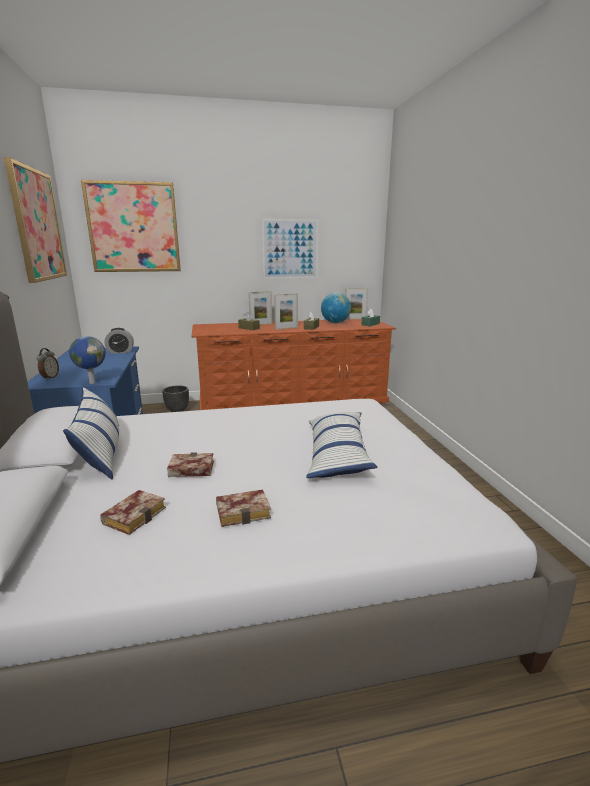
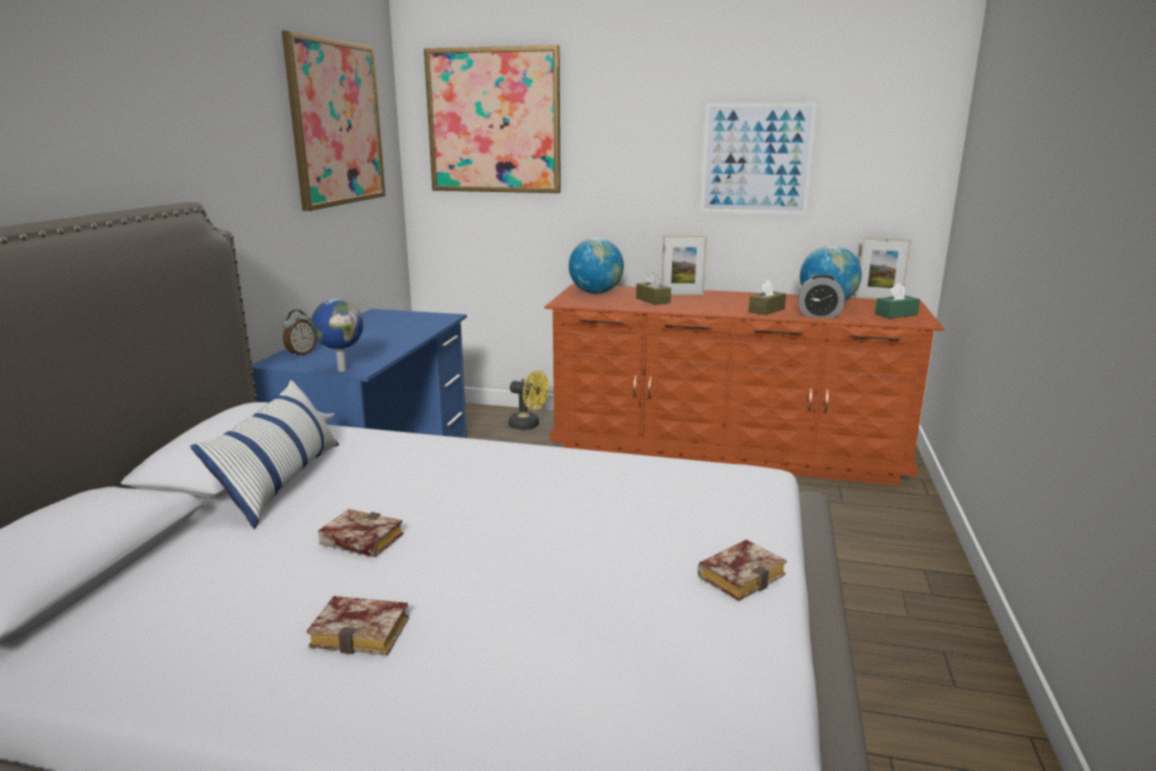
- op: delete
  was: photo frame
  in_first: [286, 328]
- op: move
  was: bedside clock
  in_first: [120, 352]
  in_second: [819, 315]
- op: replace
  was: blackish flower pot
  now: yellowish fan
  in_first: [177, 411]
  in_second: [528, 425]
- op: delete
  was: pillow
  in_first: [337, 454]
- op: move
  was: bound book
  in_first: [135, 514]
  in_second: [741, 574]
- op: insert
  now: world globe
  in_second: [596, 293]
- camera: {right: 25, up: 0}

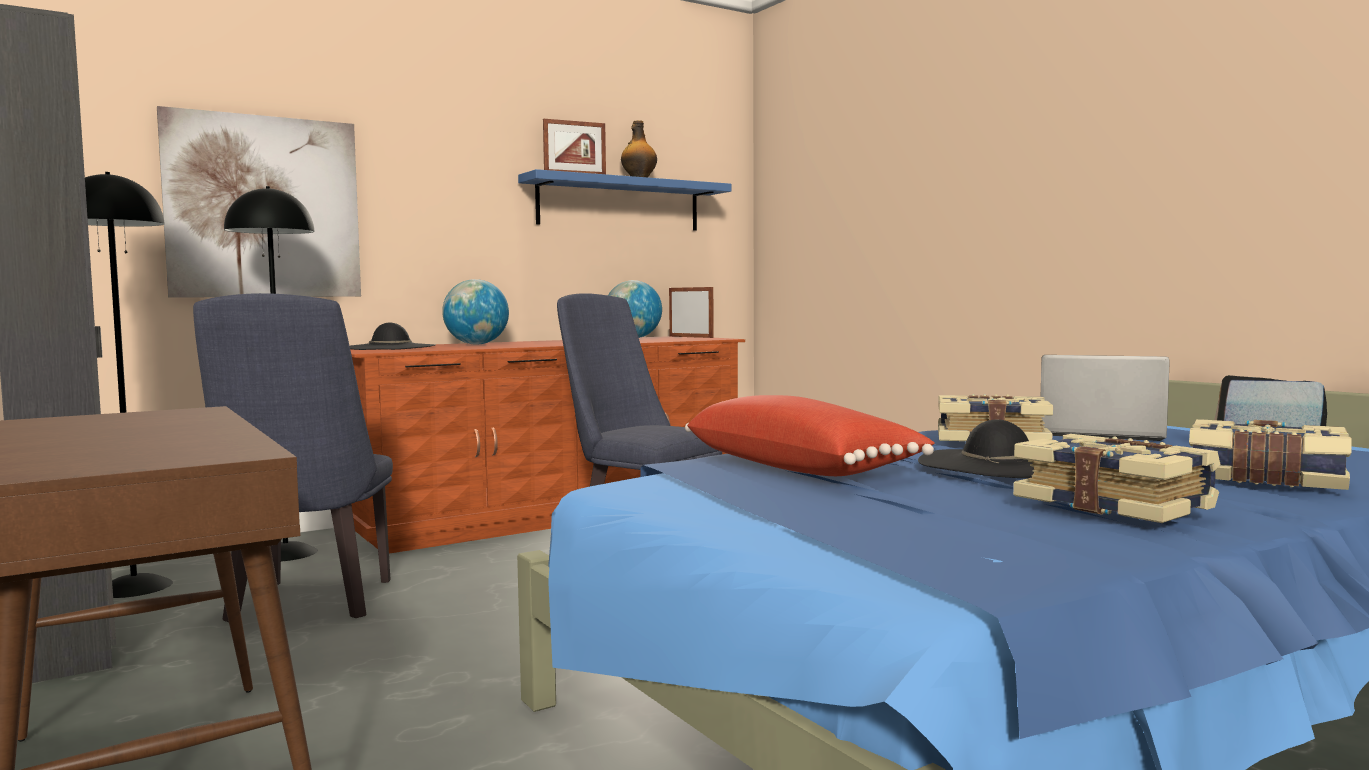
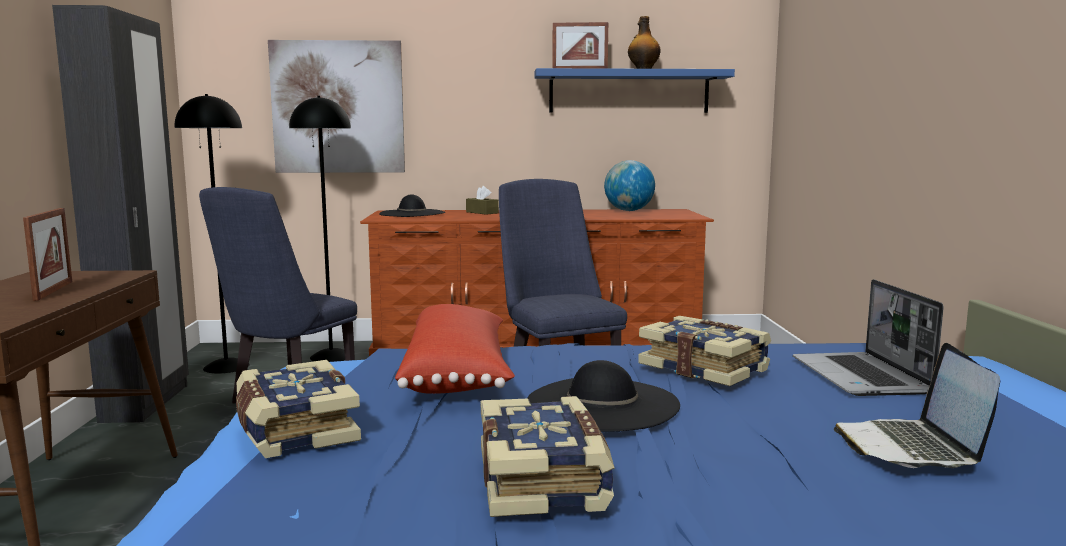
- op: replace
  was: world globe
  now: brownish tissue box
  in_first: [476, 344]
  in_second: [482, 212]
- op: move
  was: photo frame
  in_first: [691, 337]
  in_second: [53, 290]
- op: rotate
  was: portable computer
  in_first: [1099, 433]
  in_second: [862, 377]
  clockwise: -150
- op: move
  was: bound book
  in_first: [1265, 479]
  in_second: [294, 430]
- camera: {right: 30, up: 5}

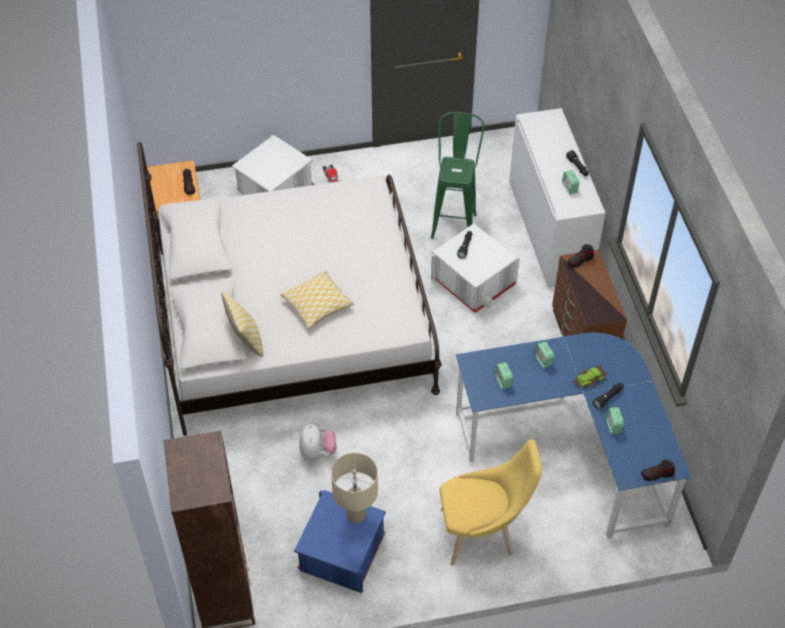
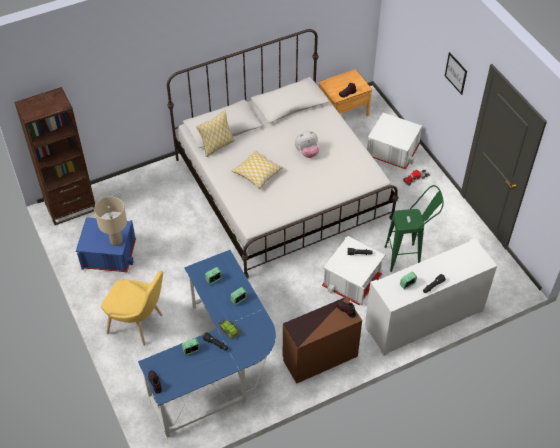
- op: move
  was: cuddly toy
  in_first: [317, 452]
  in_second: [307, 152]
- op: rotate
  was: yellowish chair
  in_first: [482, 533]
  in_second: [139, 325]
  clockwise: -45
- op: insert
  now: wall picture
  in_second: [456, 73]
- camera: {right: 75, up: 0}

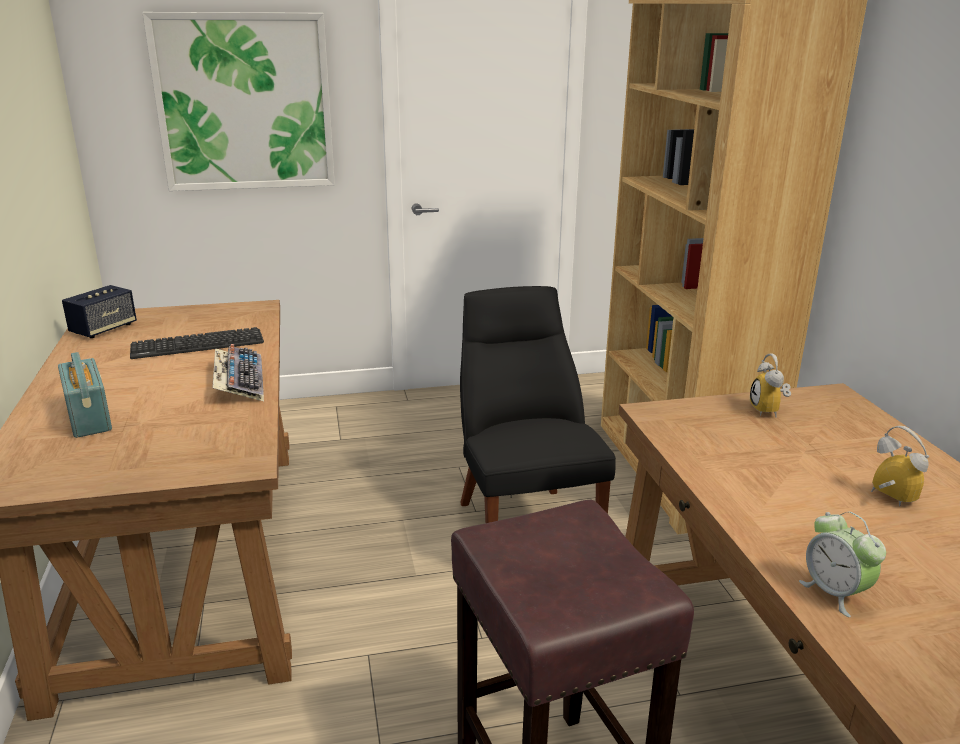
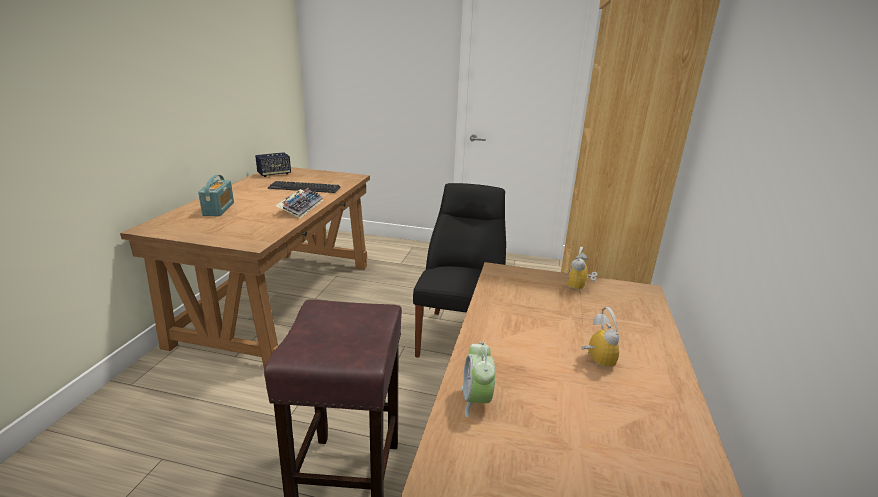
- op: delete
  was: wall picture
  in_first: [244, 103]
- camera: {right: 25, up: 0}

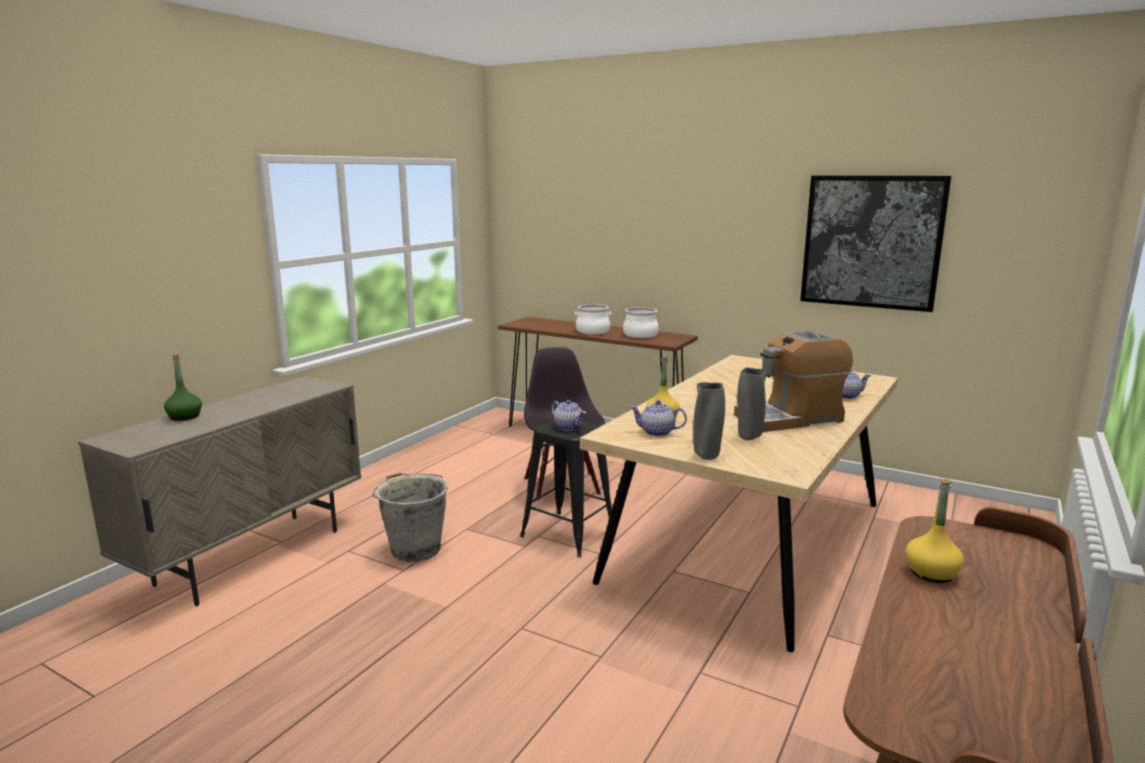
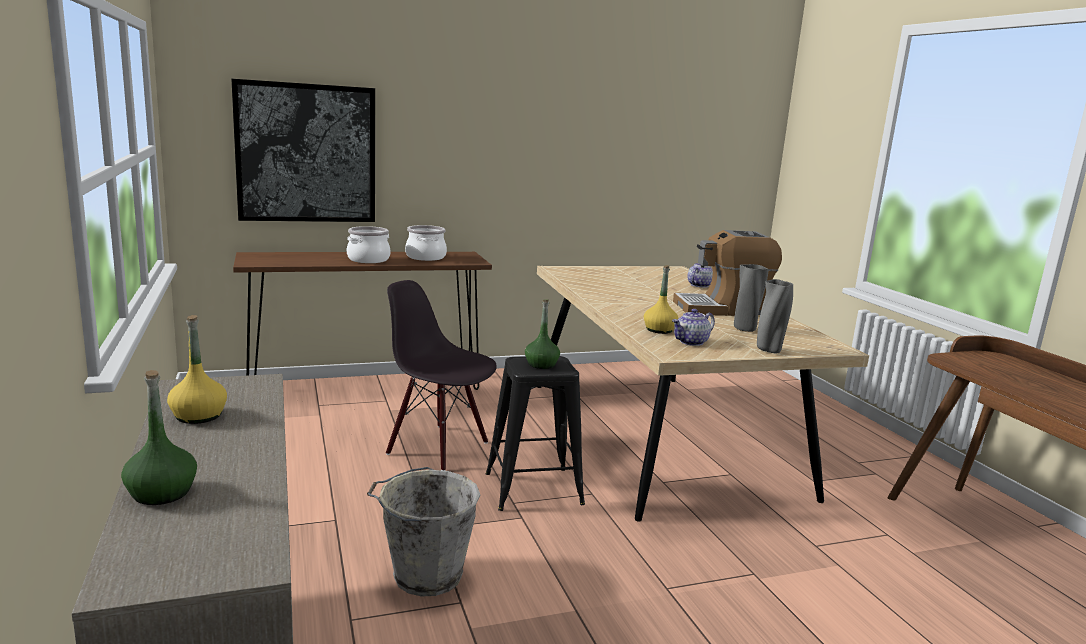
- op: move
  was: wall picture
  in_first: [871, 242]
  in_second: [306, 153]
- op: rotate
  was: coffee machine
  in_first: [790, 418]
  in_second: [723, 309]
  clockwise: 60
- op: replace
  was: tea pot
  now: green-coloured beverage bottle
  in_first: [569, 427]
  in_second: [541, 364]
- op: move
  was: yellowish beverage bottle
  in_first: [931, 573]
  in_second: [198, 416]
- camera: {right: -50, up: 0}

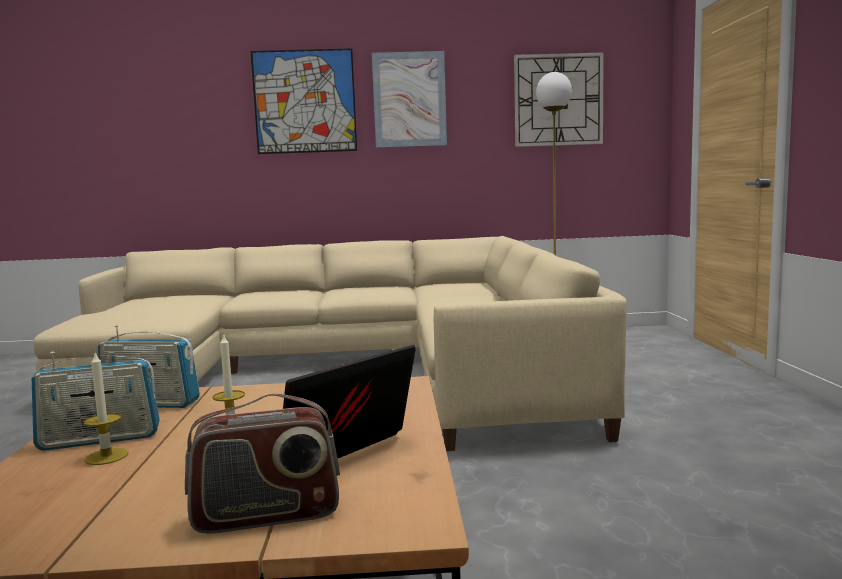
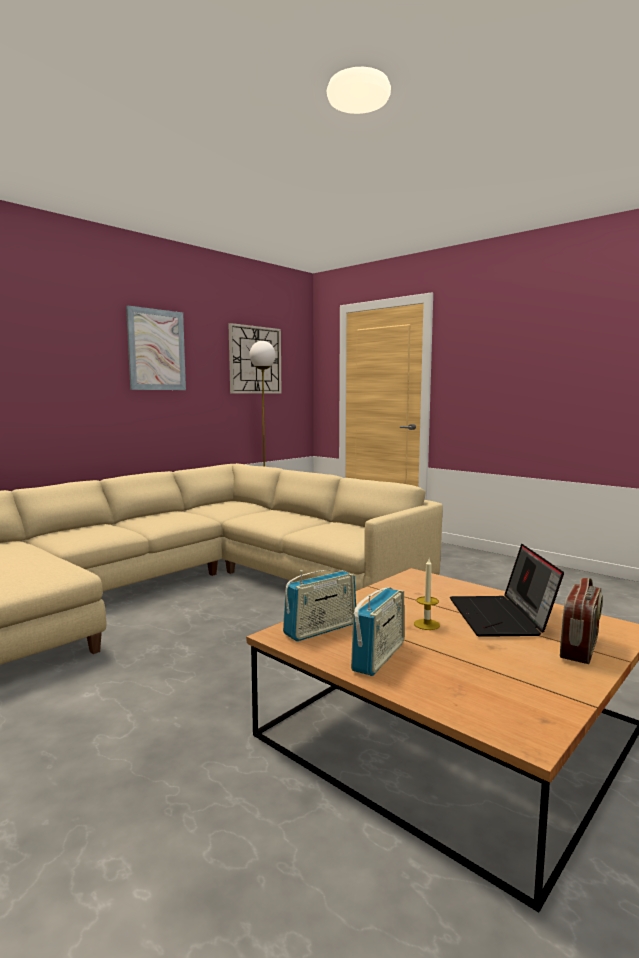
- op: delete
  was: wall picture
  in_first: [304, 101]
- op: delete
  was: candle
  in_first: [106, 456]
- camera: {right: -45, up: 0}

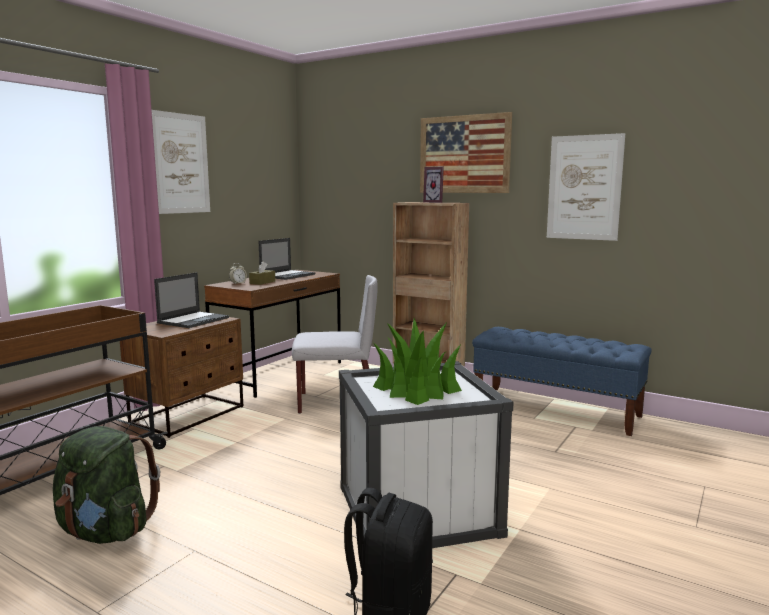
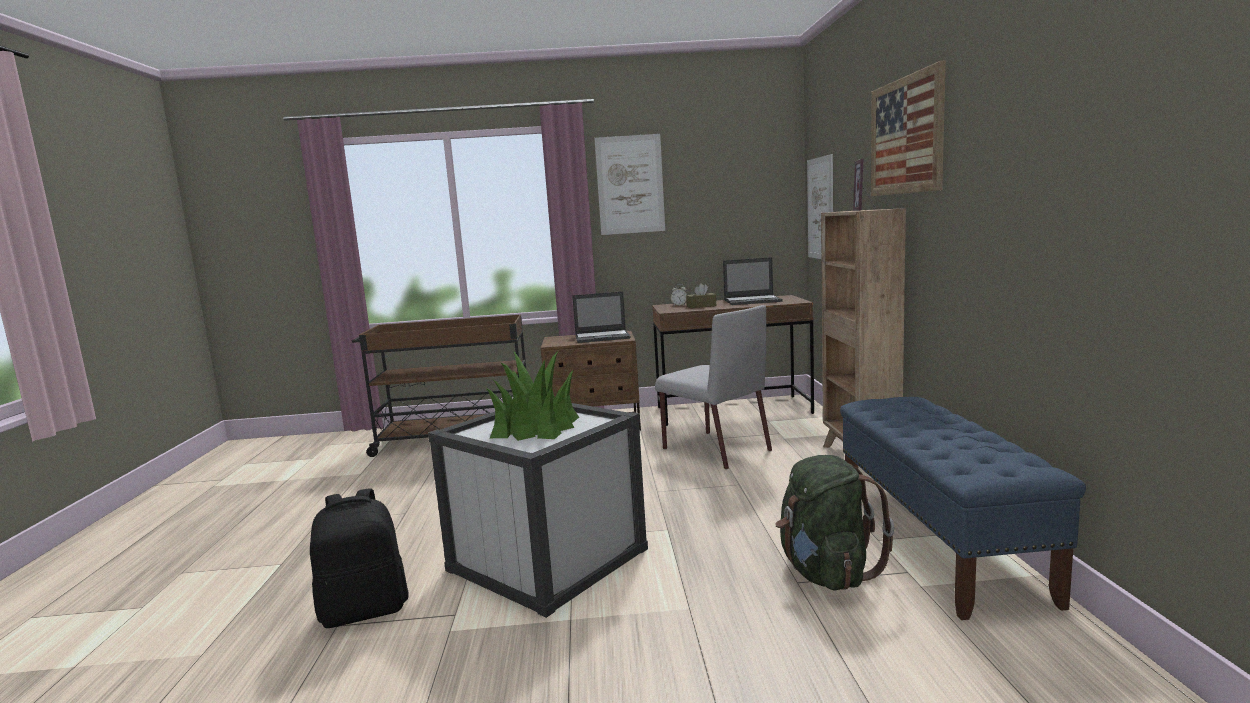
- op: move
  was: wall picture
  in_first: [584, 187]
  in_second: [820, 208]
- op: move
  was: green-coloured knapsack
  in_first: [105, 531]
  in_second: [826, 573]
- camera: {right: 55, up: 0}

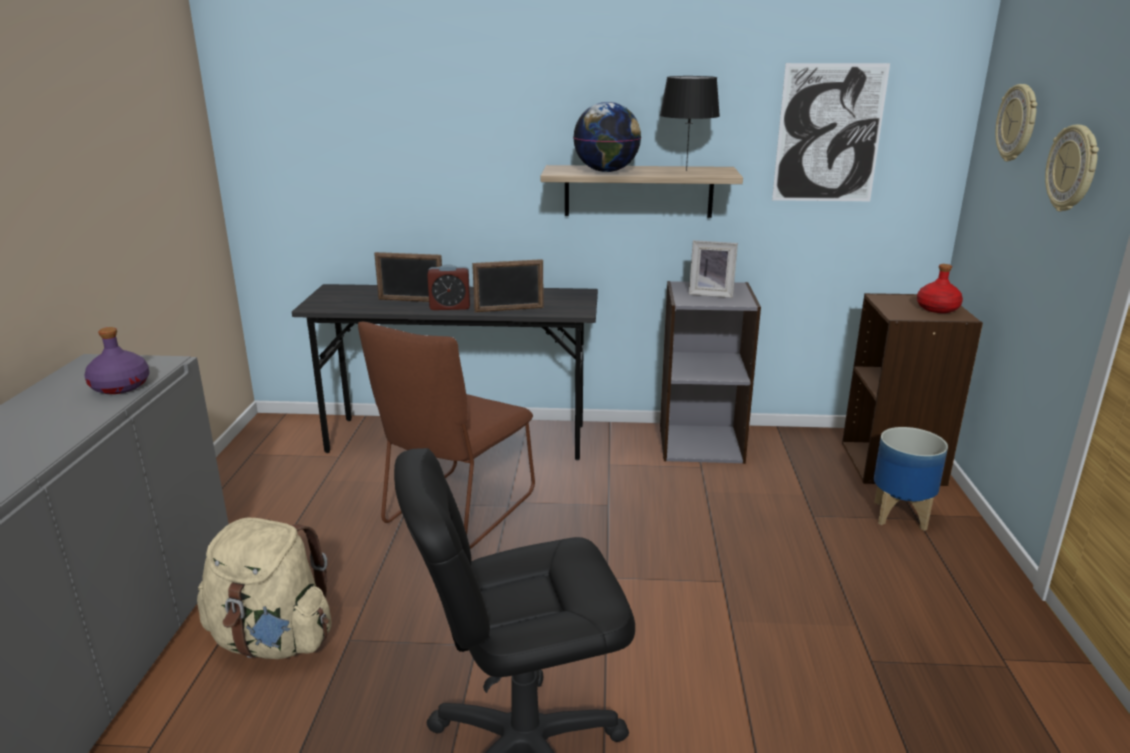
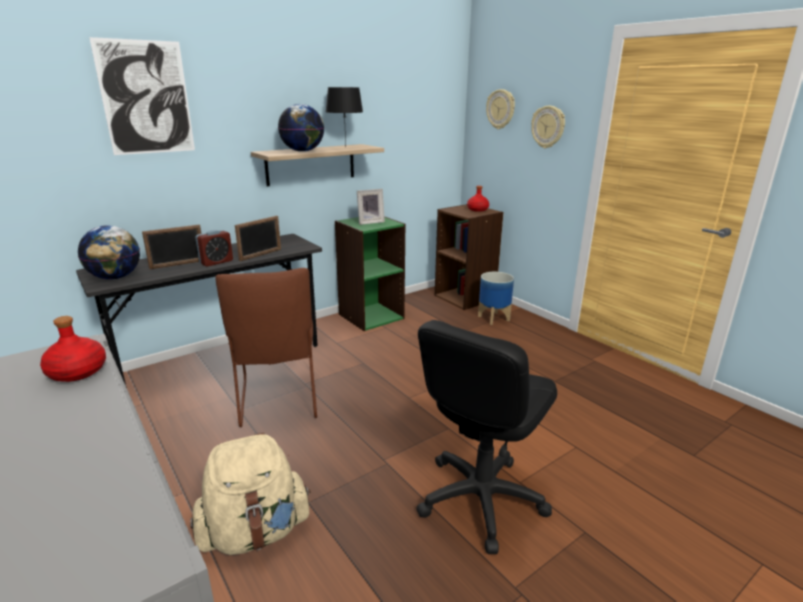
- op: move
  was: wall picture
  in_first: [829, 134]
  in_second: [146, 98]
- op: recolor
  was: gray bookshelf
  now: green-coloured bookshelf
  in_first: [700, 443]
  in_second: [371, 316]
- op: recolor
  was: purplish beverage bottle
  now: reddish beverage bottle
  in_first: [121, 386]
  in_second: [78, 371]
- op: insert
  now: world globe
  in_second: [115, 278]
- camera: {right: -40, up: 0}

